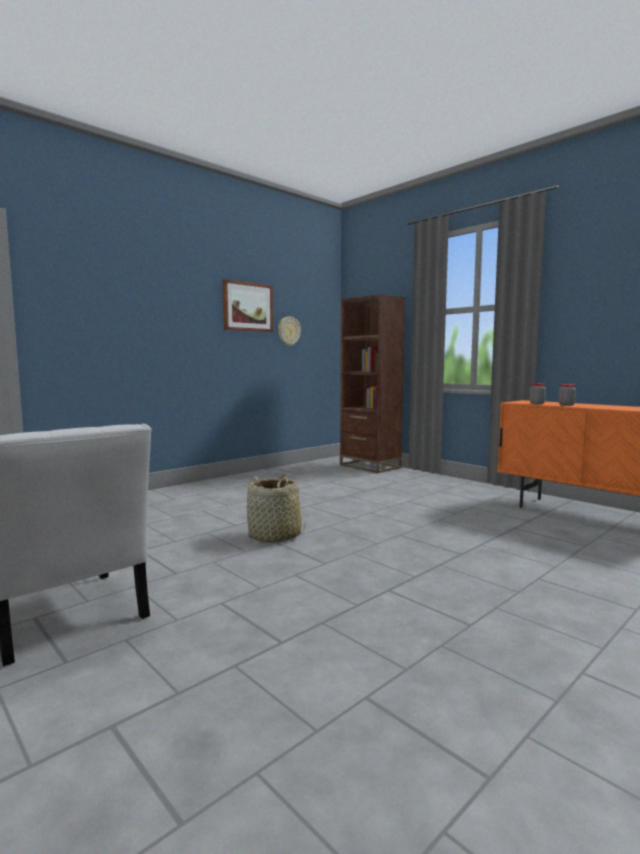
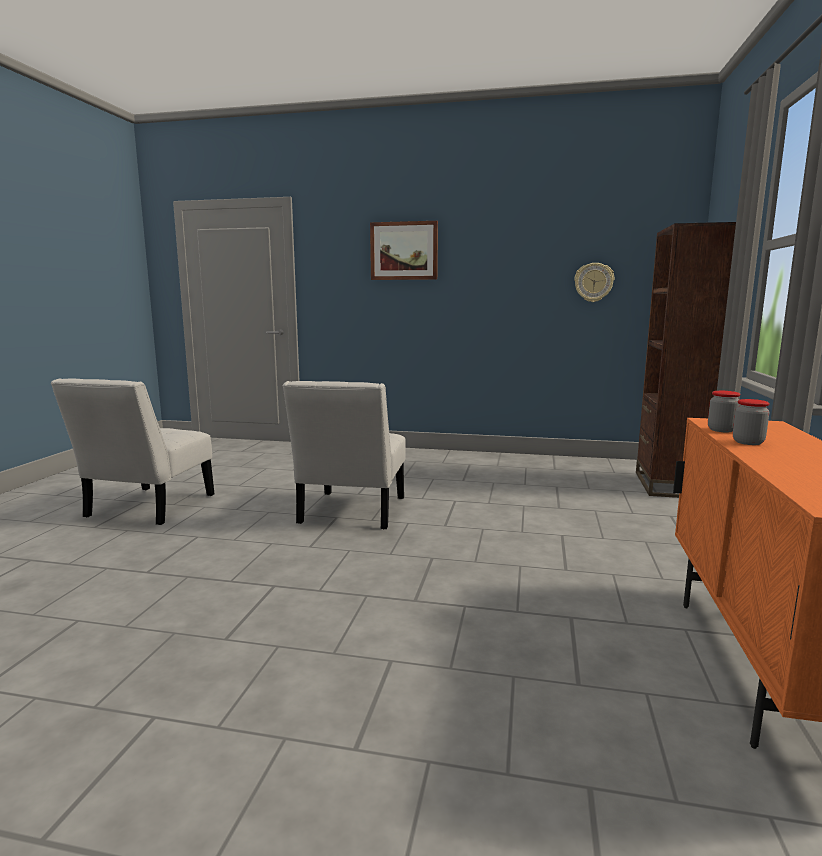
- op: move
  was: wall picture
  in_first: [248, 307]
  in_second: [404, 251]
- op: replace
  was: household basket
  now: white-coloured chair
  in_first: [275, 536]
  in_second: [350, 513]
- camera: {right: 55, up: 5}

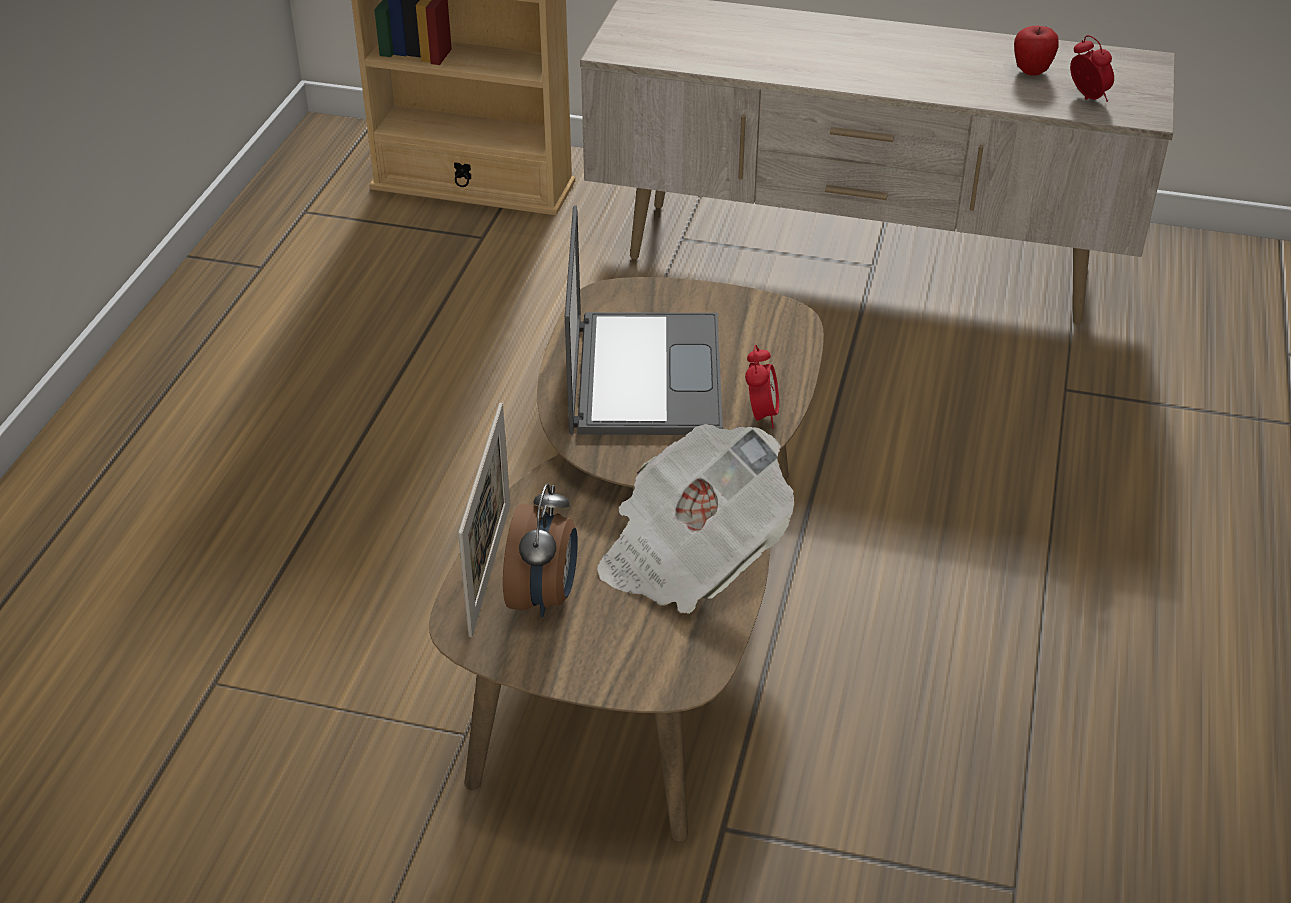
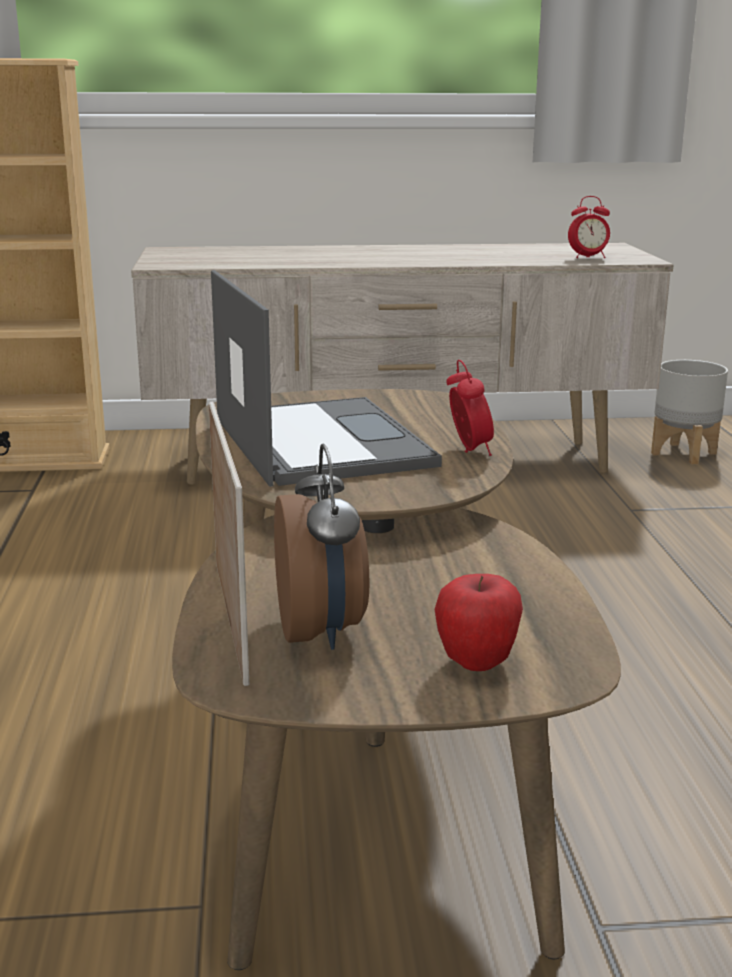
- op: move
  was: whole apple
  in_first: [1031, 71]
  in_second: [476, 663]
- op: rotate
  was: bedside clock
  in_first: [1087, 98]
  in_second: [588, 257]
  clockwise: 135
- op: delete
  was: printed paper
  in_first: [691, 554]
- op: insert
  now: gray flower pot
  in_second: [684, 453]
- camera: {right: -20, up: -20}

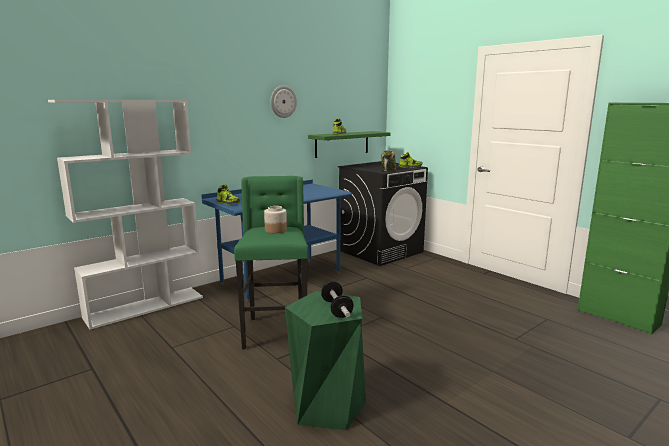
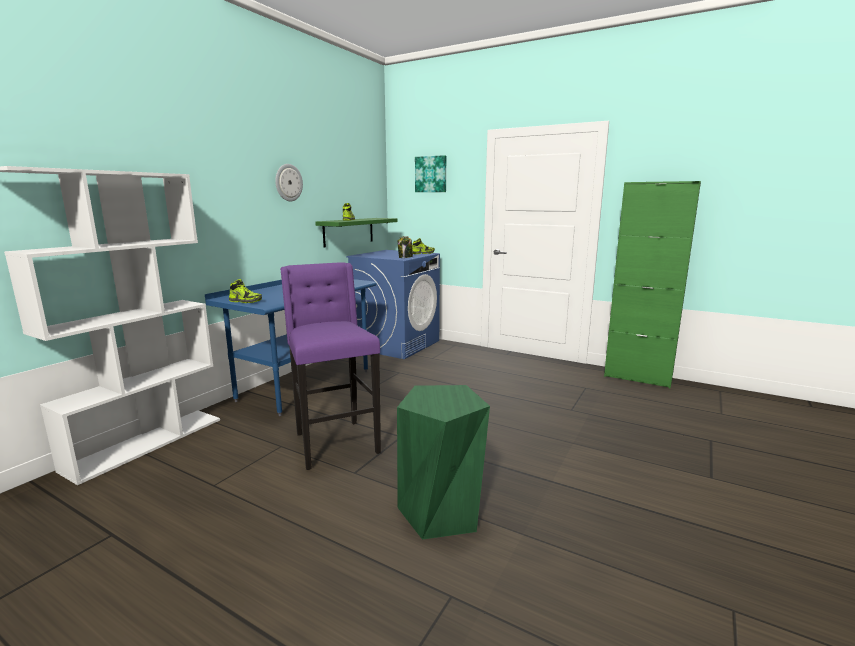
- op: recolor
  was: blackish laundry machine
  now: blue laundry machine
  in_first: [381, 251]
  in_second: [396, 344]
- op: recolor
  was: green-coloured sitting stool
  now: purplish sitting stool
  in_first: [276, 331]
  in_second: [334, 443]
- op: delete
  was: preserve jar
  in_first: [275, 230]
- op: delete
  was: dumbbell
  in_first: [336, 309]
- op: insert
  now: wall picture
  in_second: [431, 174]
- camera: {right: -20, up: 0}

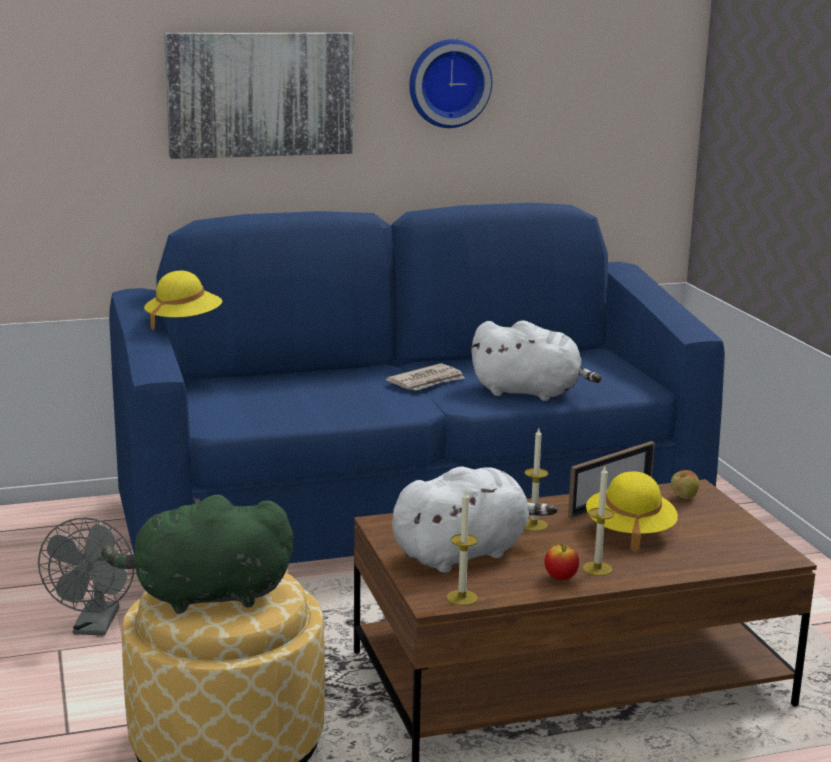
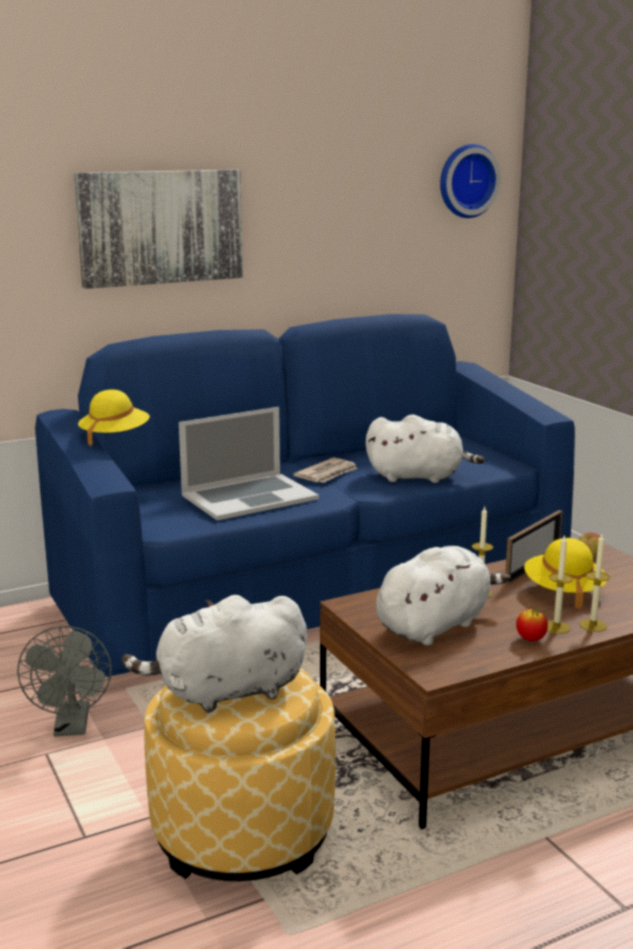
- op: move
  was: hanging clock
  in_first: [448, 83]
  in_second: [466, 181]
- op: move
  was: candle
  in_first: [462, 598]
  in_second: [593, 625]
- op: recolor
  was: green-coloured cuddly toy
  now: white-coloured cuddly toy
  in_first: [205, 596]
  in_second: [225, 693]
- op: insert
  now: portable computer
  in_second: [249, 497]
- camera: {right: -10, up: 0}

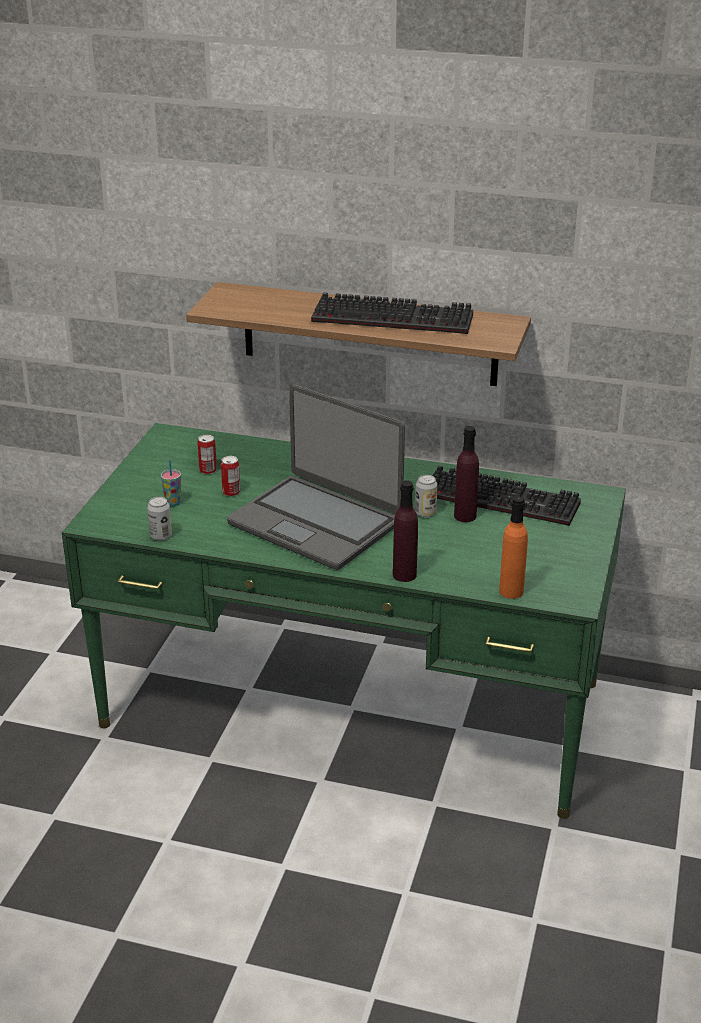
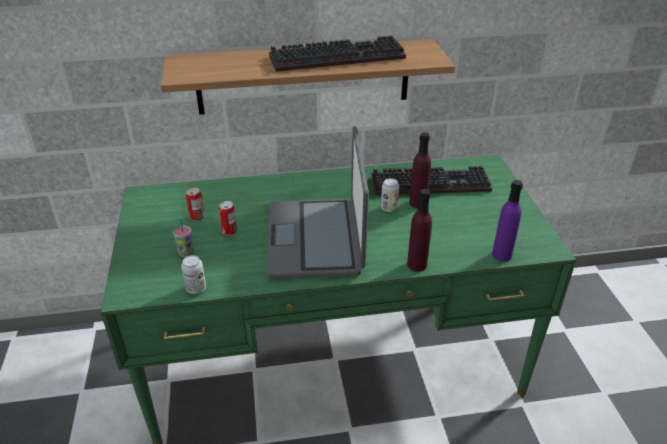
- op: rotate
  was: portable computer
  in_first: [316, 523]
  in_second: [316, 239]
  clockwise: 75
- op: recolor
  was: orange beverage bottle
  now: purplish beverage bottle
  in_first: [511, 591]
  in_second: [501, 255]
- camera: {right: -25, up: 5}

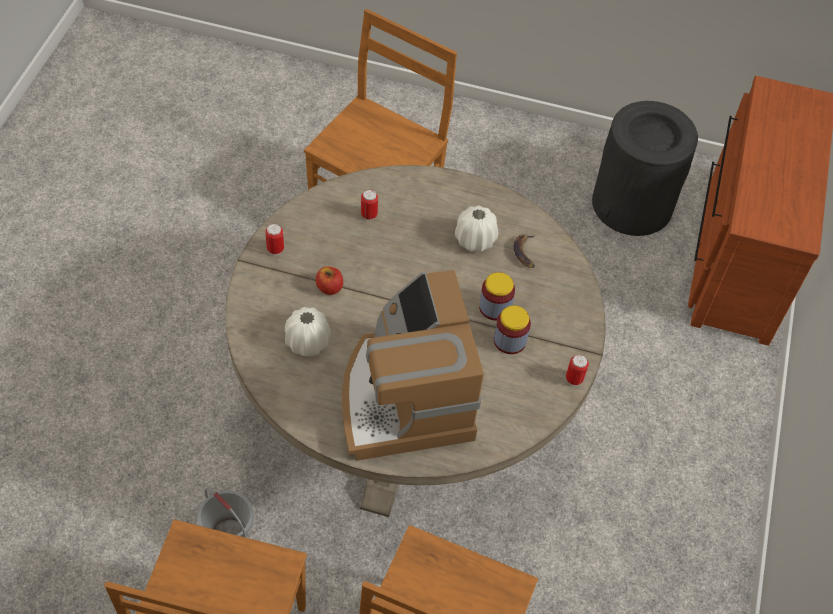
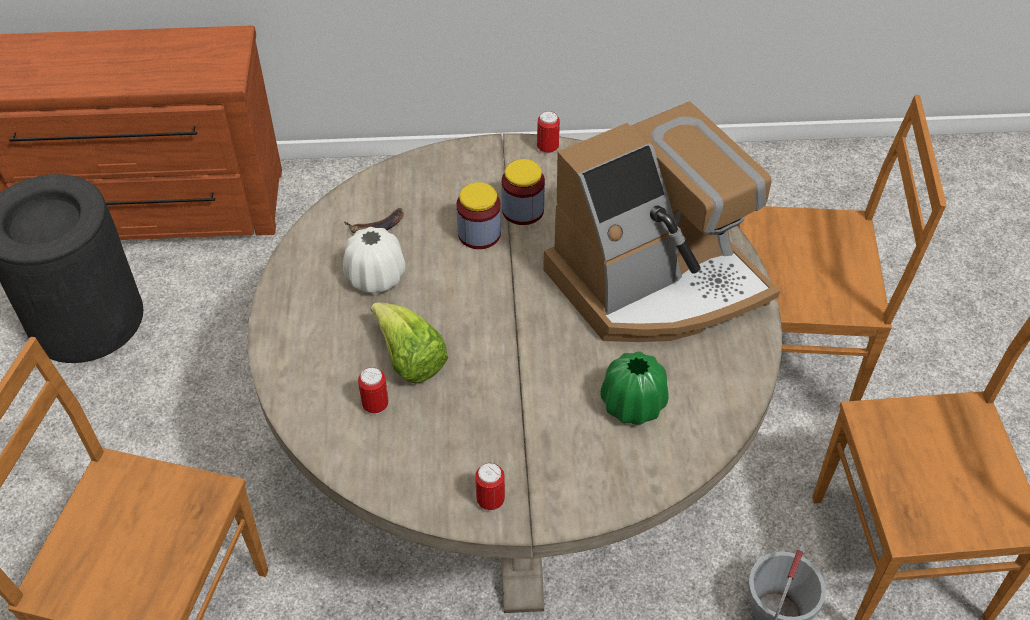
- op: delete
  was: whole apple
  in_first: [329, 287]
- op: recolor
  was: white-coloured flower vase
  now: green-coloured flower vase
  in_first: [308, 342]
  in_second: [632, 405]
- op: insert
  now: lettuce head
  in_second: [409, 359]
- camera: {right: -105, up: -5}

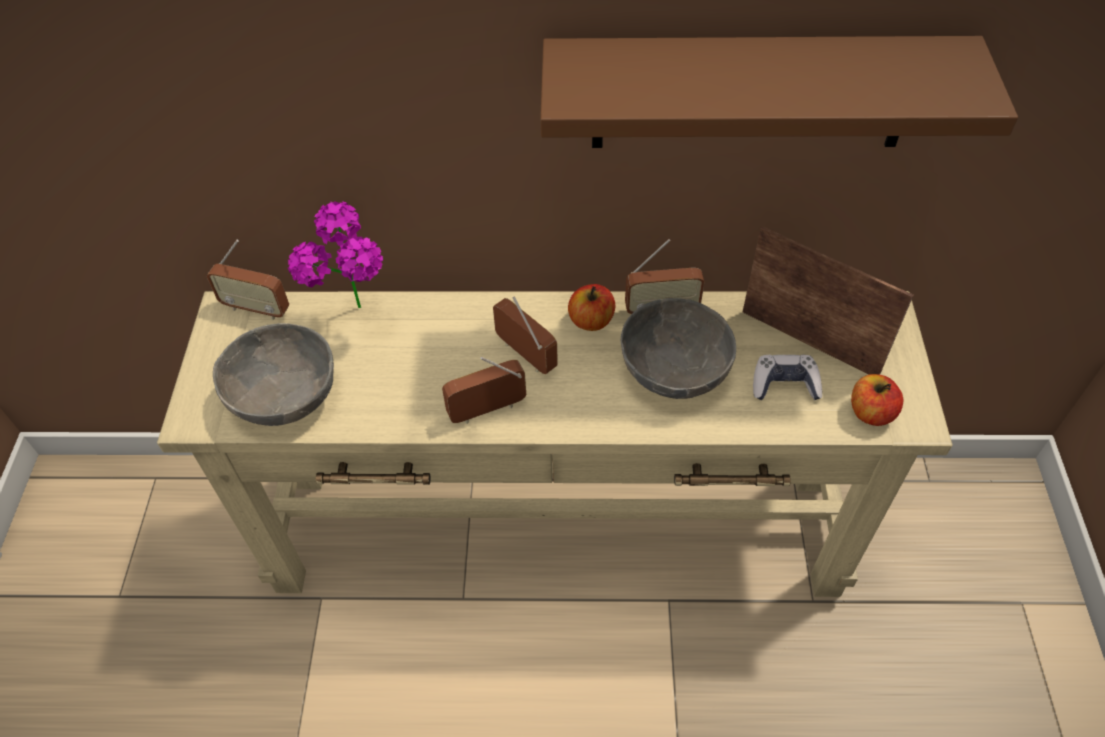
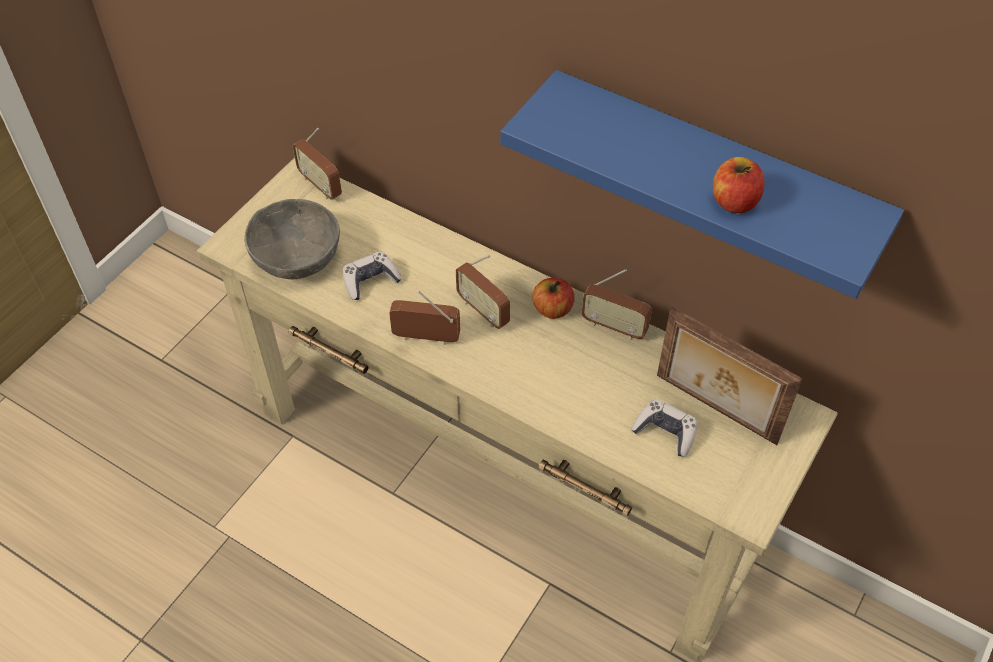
- op: recolor
  was: brownish wall shelf
  now: blue wall shelf
  in_first: [751, 93]
  in_second: [711, 177]
- op: delete
  was: plant in a pot
  in_first: [357, 320]
- op: rotate
  was: photo frame
  in_first: [810, 341]
  in_second: [714, 410]
  clockwise: 150
- op: rotate
  was: radio set
  in_first: [525, 355]
  in_second: [483, 311]
  clockwise: 150
- op: delete
  was: gray serving bowl
  in_first: [674, 371]
- op: move
  was: whole apple
  in_first: [870, 412]
  in_second: [734, 201]
- op: insert
  now: joypad
  in_second: [370, 281]
- camera: {right: 30, up: 0}

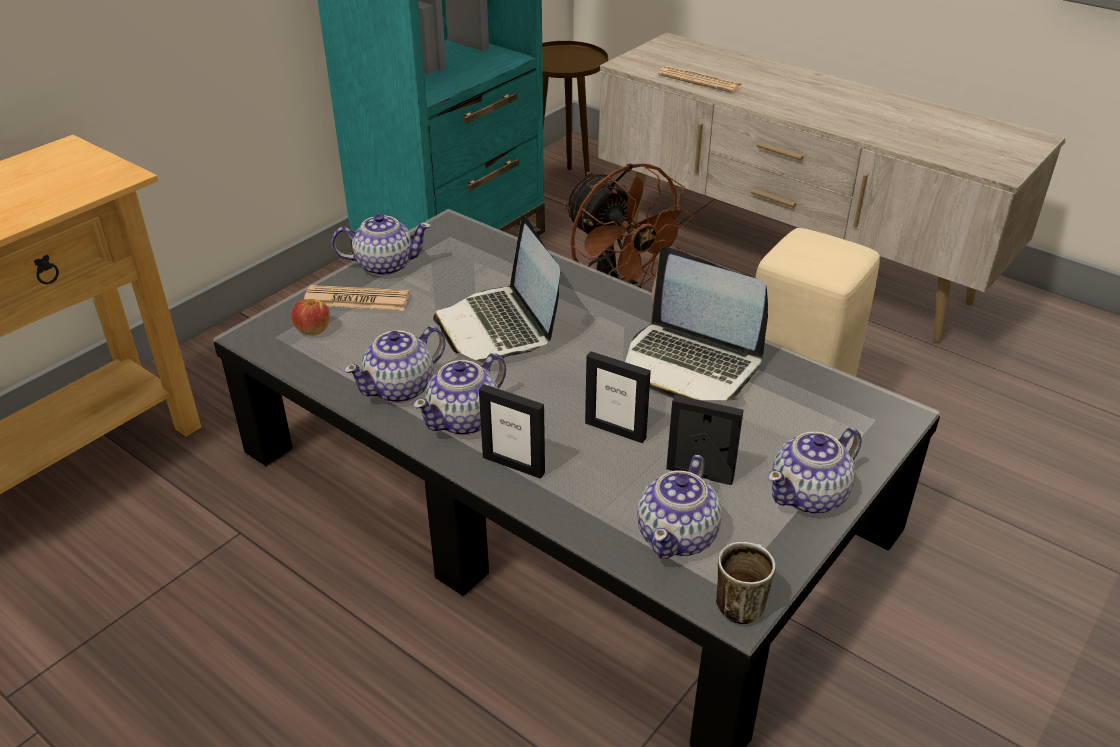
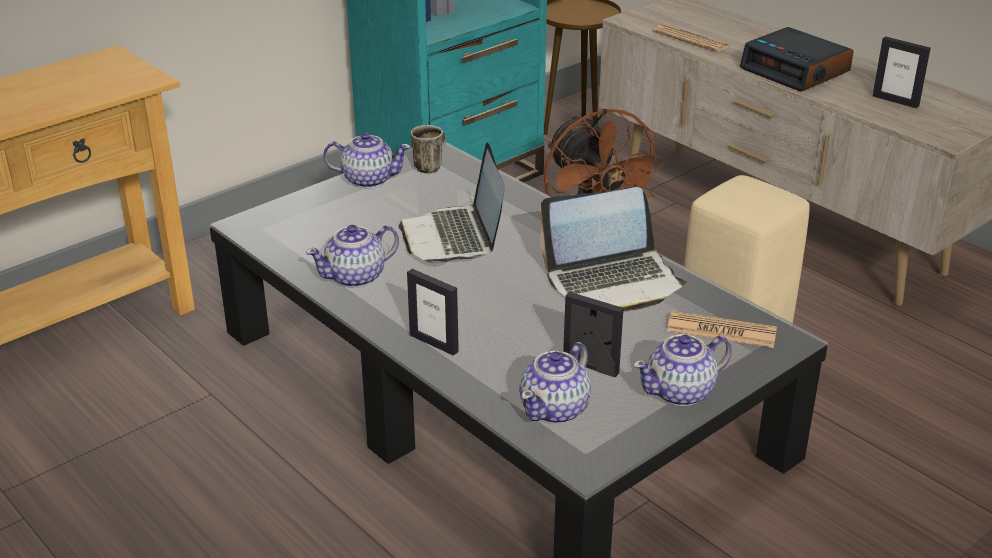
- op: rotate
  was: portable computer
  in_first: [690, 364]
  in_second: [613, 282]
  clockwise: -60
- op: move
  was: printed paper
  in_first: [357, 299]
  in_second: [721, 331]
- op: delete
  was: whole apple
  in_first: [313, 329]
- op: move
  was: photo frame
  in_first: [615, 430]
  in_second: [895, 101]
- op: delete
  was: tea pot
  in_first: [465, 419]
- op: move
  was: tea mug
  in_first: [740, 601]
  in_second: [430, 166]
- op: insert
  now: bedside clock
  in_second: [796, 70]
- camera: {right: 10, up: -5}

